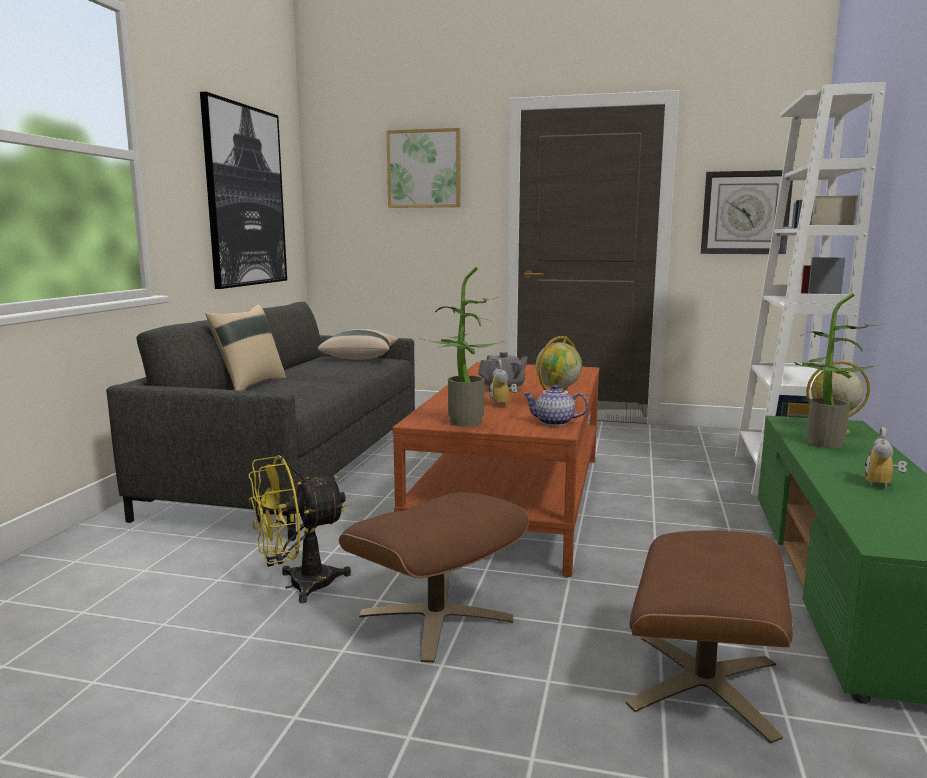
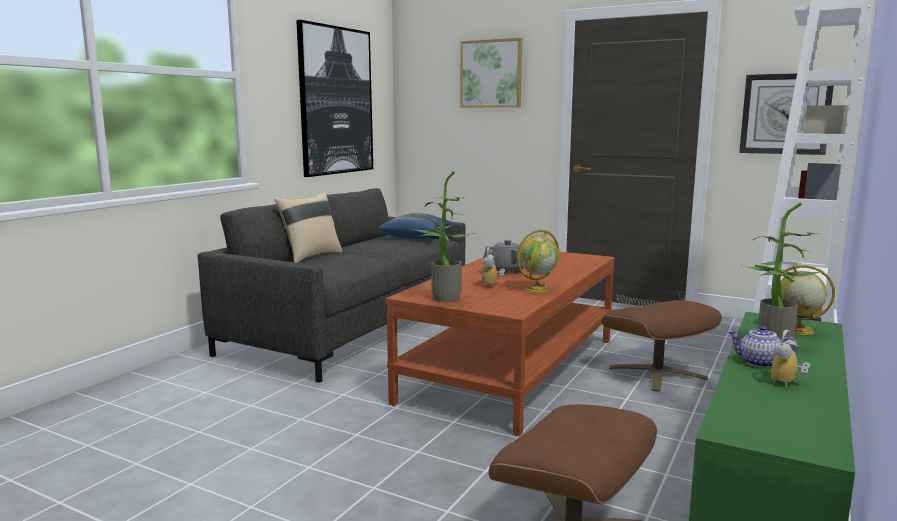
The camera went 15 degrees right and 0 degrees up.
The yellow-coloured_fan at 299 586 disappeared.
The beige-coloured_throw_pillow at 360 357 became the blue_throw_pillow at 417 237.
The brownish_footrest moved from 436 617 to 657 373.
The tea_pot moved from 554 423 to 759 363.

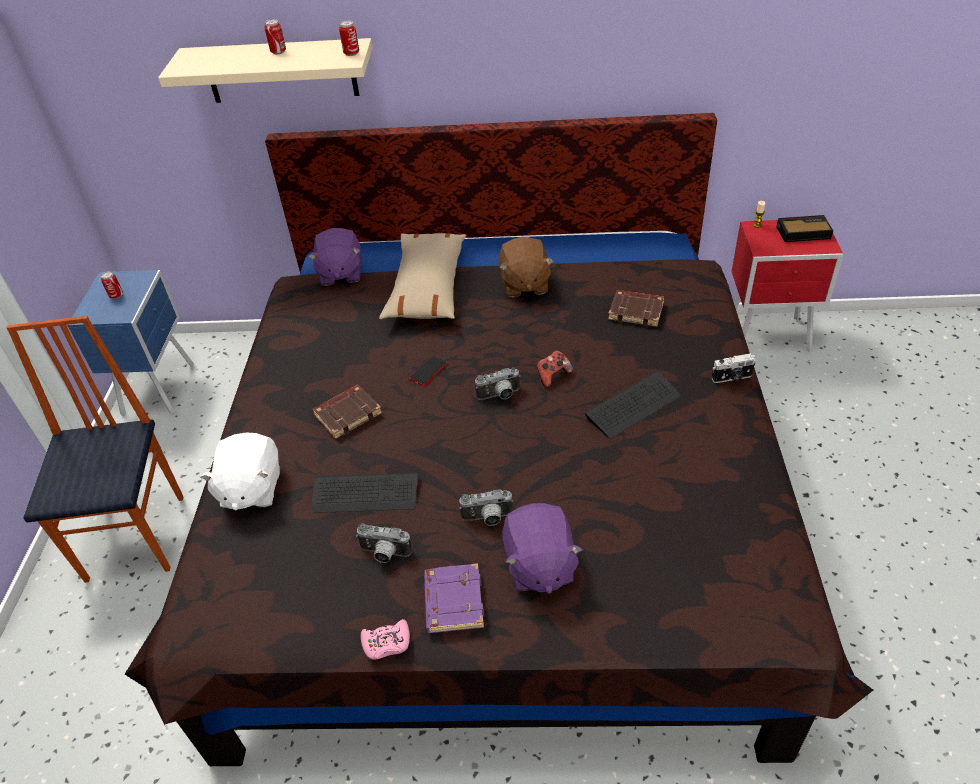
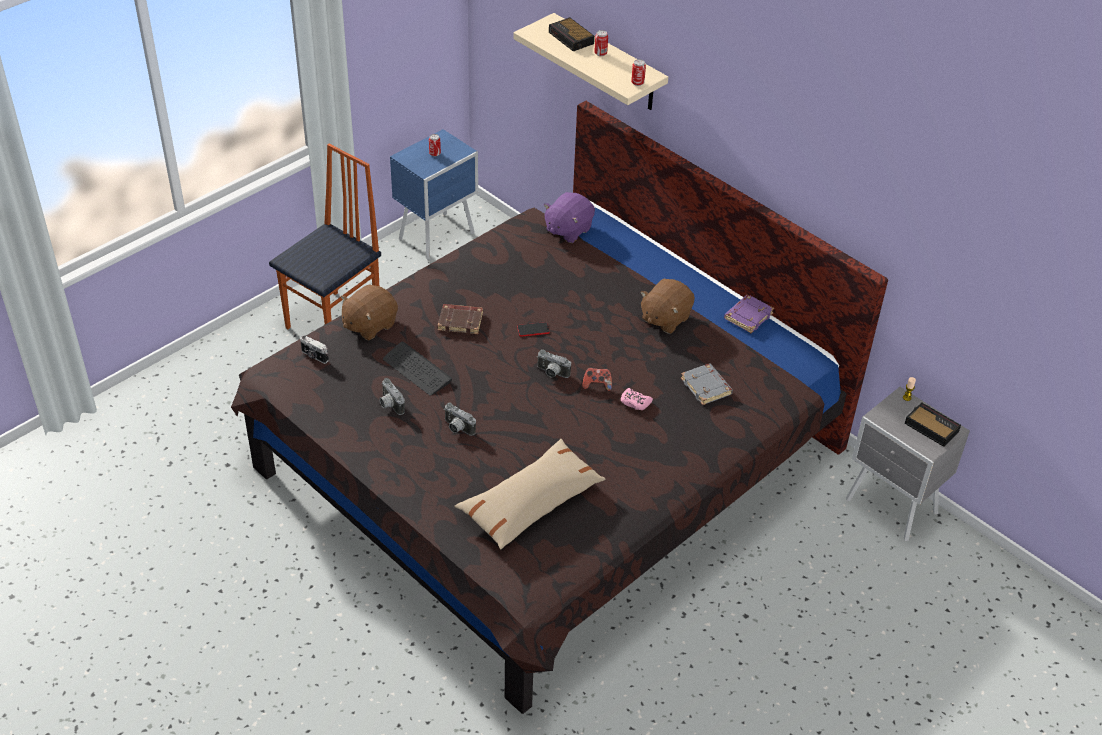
The camera went 40 degrees right and 0 degrees up.
The white_plush_toy at 251 489 became the brownish_plush_toy at 369 325.
The pink_joypad moved from 387 643 to 635 402.
The beige-coloured_throw_pillow moved from 427 287 to 531 503.
The purple_volume moved from 452 601 to 748 316.
The purple_plush_toy at 539 565 disappeared.
The keyboard at 633 406 disappeared.
The brownish_volume at 637 311 became the gray_volume at 707 387.
The still_camera moved from 732 378 to 314 356.
The red_night_table at 769 336 became the gray_night_table at 892 508.
The bedside_clock at 572 38 appeared.

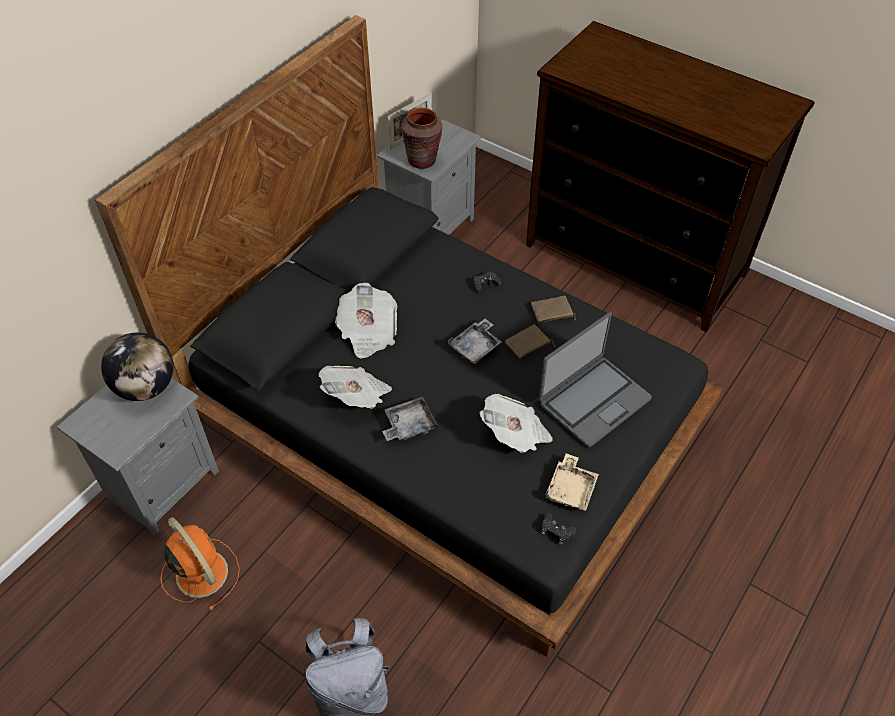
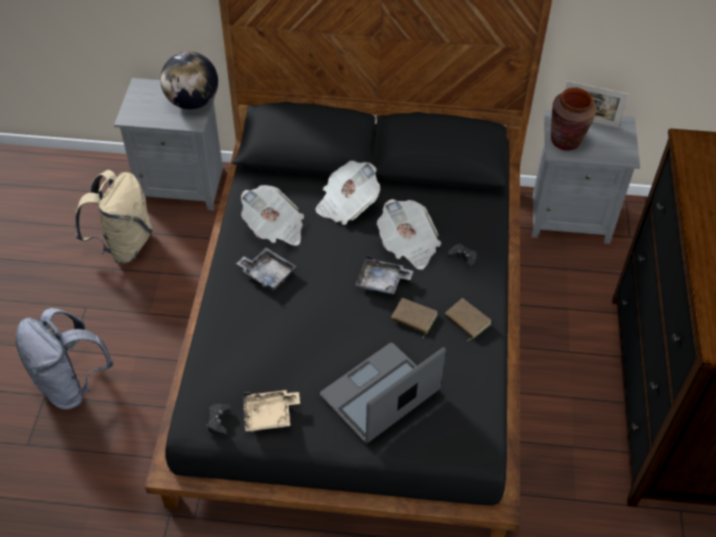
The camera went 60 degrees right and 0 degrees up.
The orange-coloured_fan at 200 572 was replaced by the beige-coloured_backpack at 124 245.
The newspaper moved from 515 435 to 408 245.
The portable_computer at 593 401 turned 120 degrees clockwise.

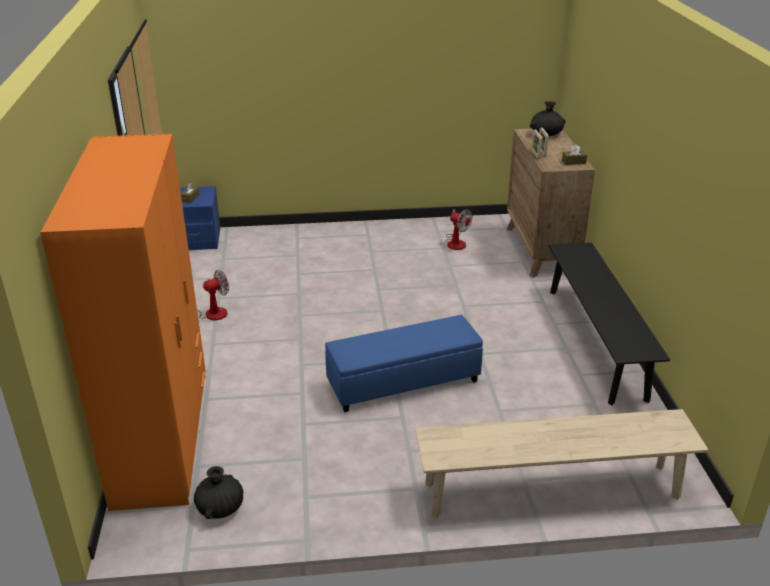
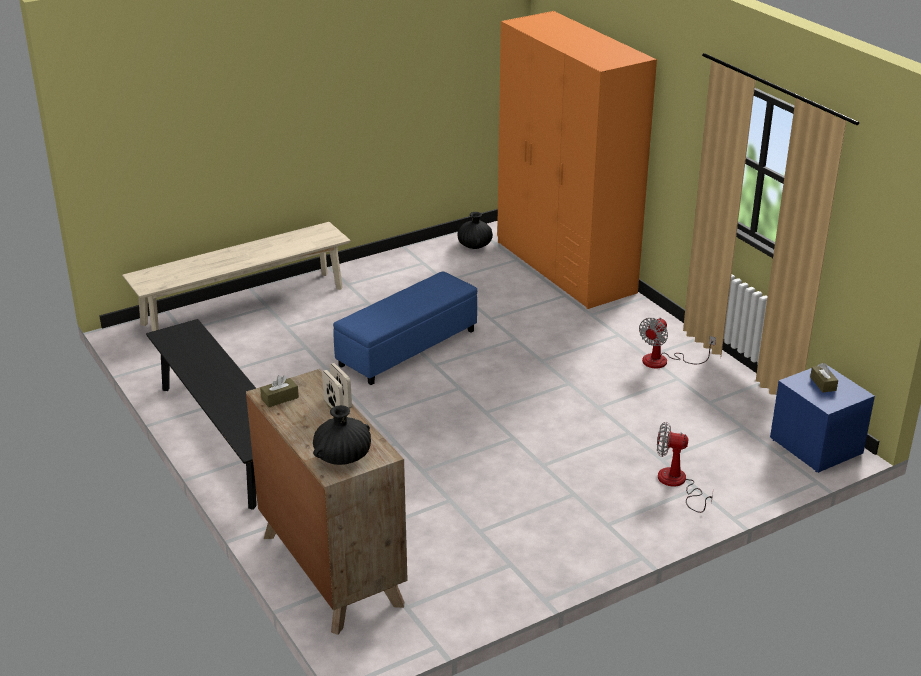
The camera went 155 degrees right and 0 degrees up.
The fan moved from 456 242 to 677 484.

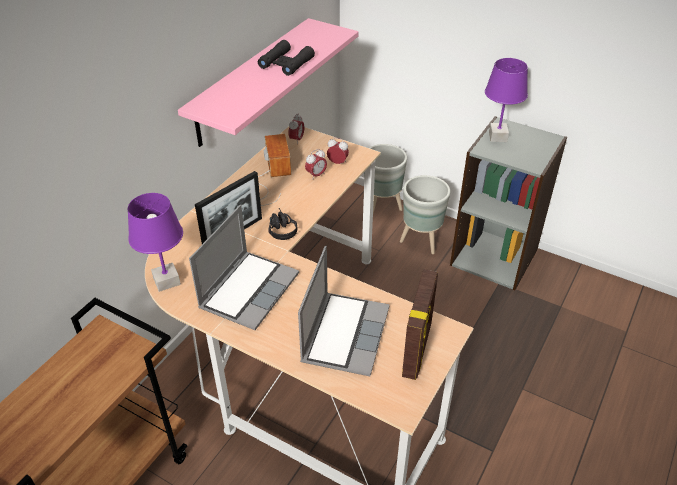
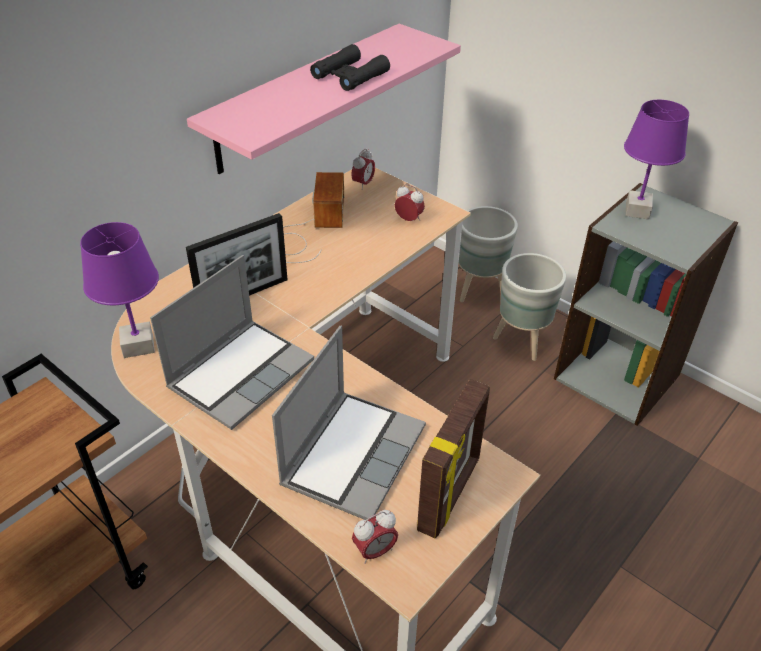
The camera went 10 degrees right and 0 degrees up.
The blackish_headset at 280 228 disappeared.
The bedside_clock moved from 316 175 to 375 551.

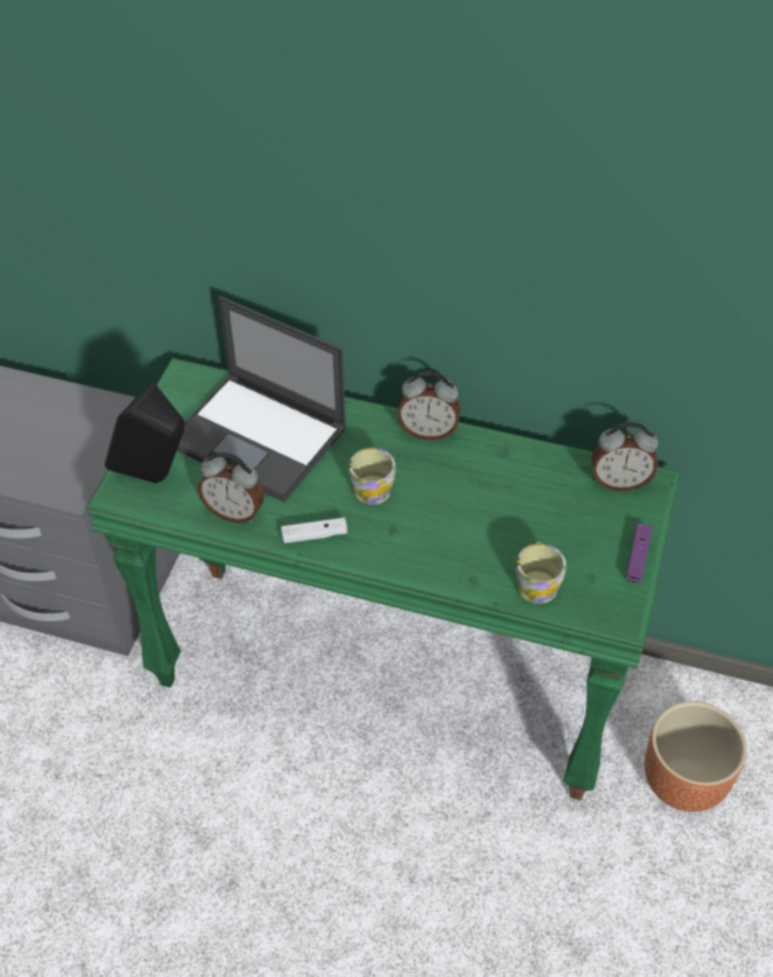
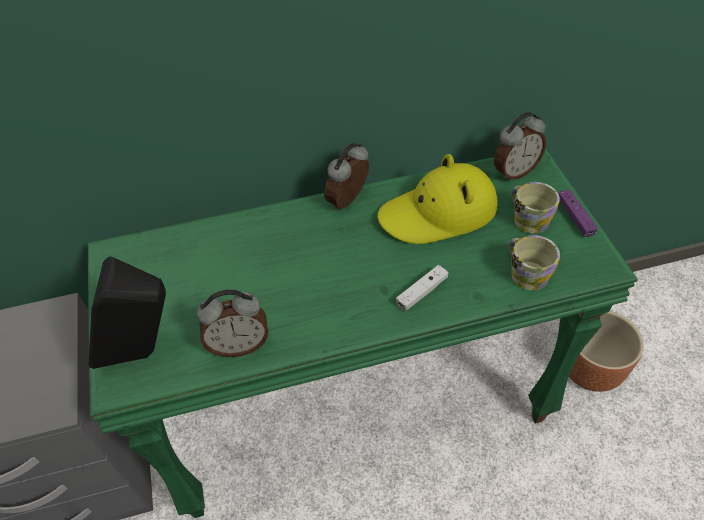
The camera went 30 degrees left and 0 degrees up.
The portable_computer at 260 437 disappeared.
The white_joypad moved from 314 535 to 421 292.
The coffee_mug moved from 372 485 to 527 218.
The bedside_clock at 428 431 turned 150 degrees clockwise.
The yellow-coloured_wearable_hat at 438 213 appeared.

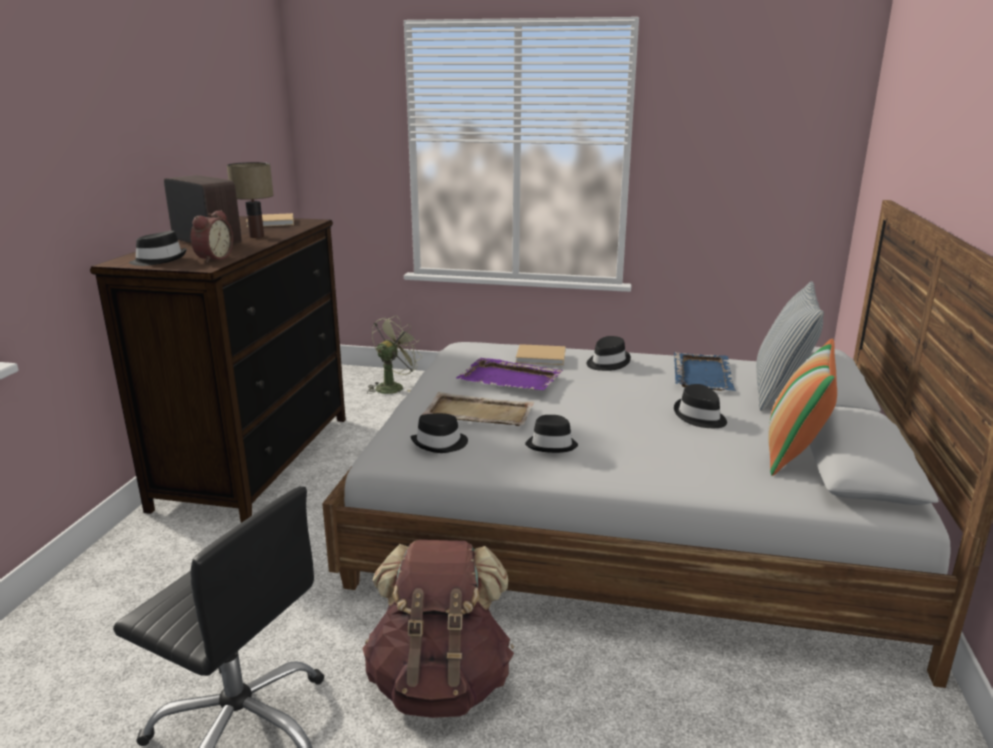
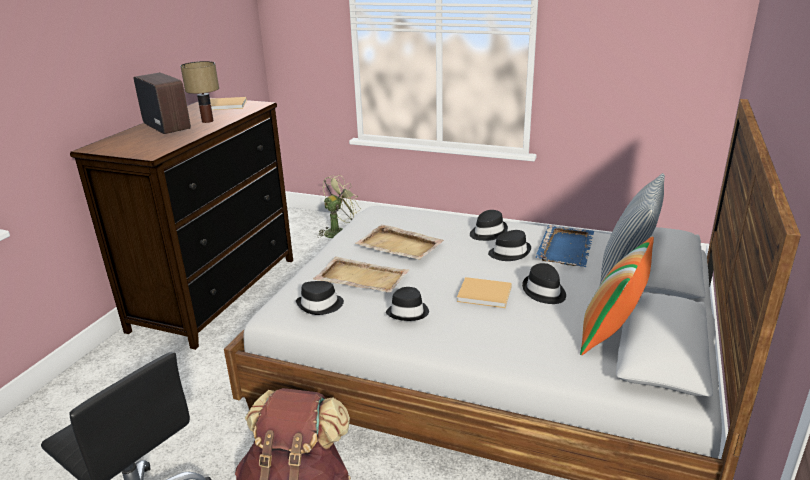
The camera went 10 degrees right and 5 degrees up.
The blackish_wearable_hat moved from 159 260 to 509 253.
The bedside_clock at 212 258 disappeared.
The purple_tray at 510 378 became the beige-coloured_tray at 400 245.
The beige-coloured_volume moved from 542 357 to 486 294.

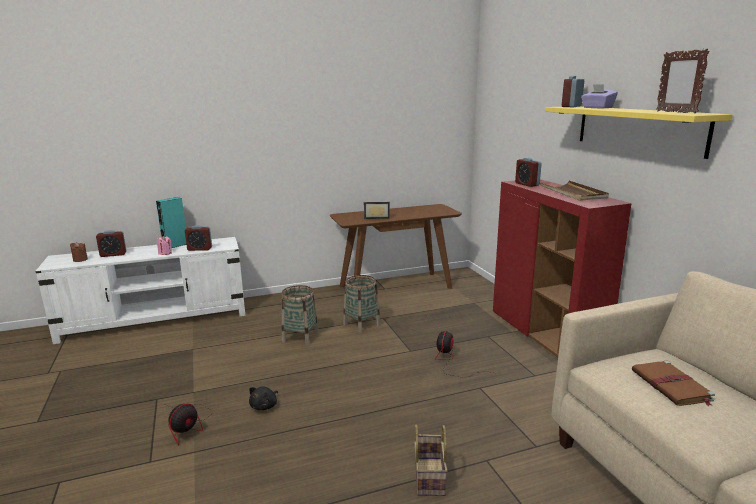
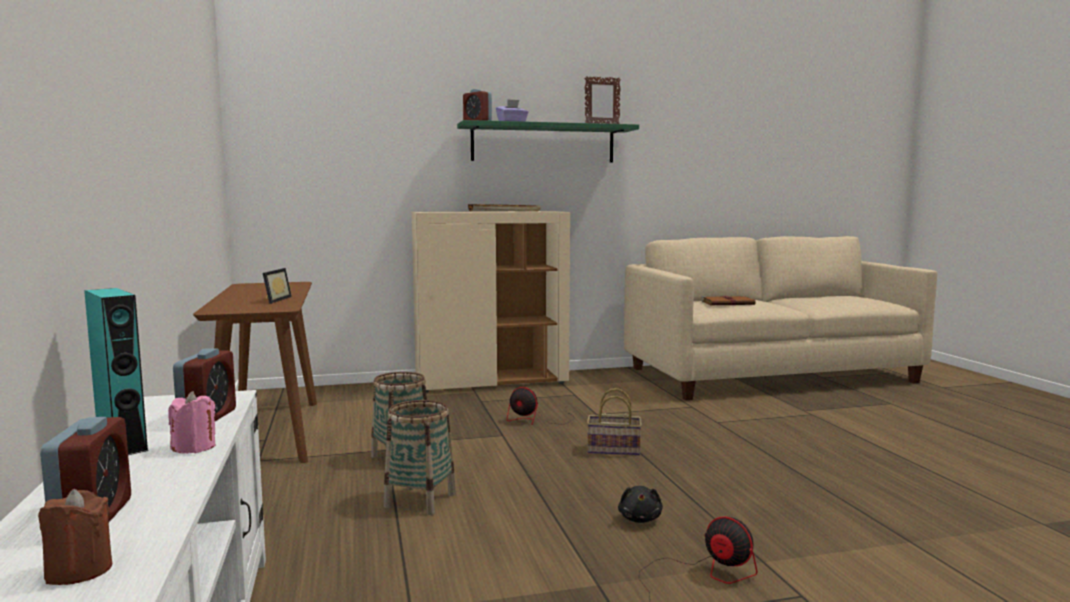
The camera went 85 degrees left and 10 degrees down.
The blackish_plush_toy at 265 406 turned 60 degrees clockwise.
The household_basket moved from 428 475 to 612 450.
The red_storage_cabinet at 546 335 became the beige-coloured_storage_cabinet at 492 382.
The bedside_clock at 527 184 disappeared.
The yellow-coloured_wall_shelf at 638 129 became the green_wall_shelf at 543 143.

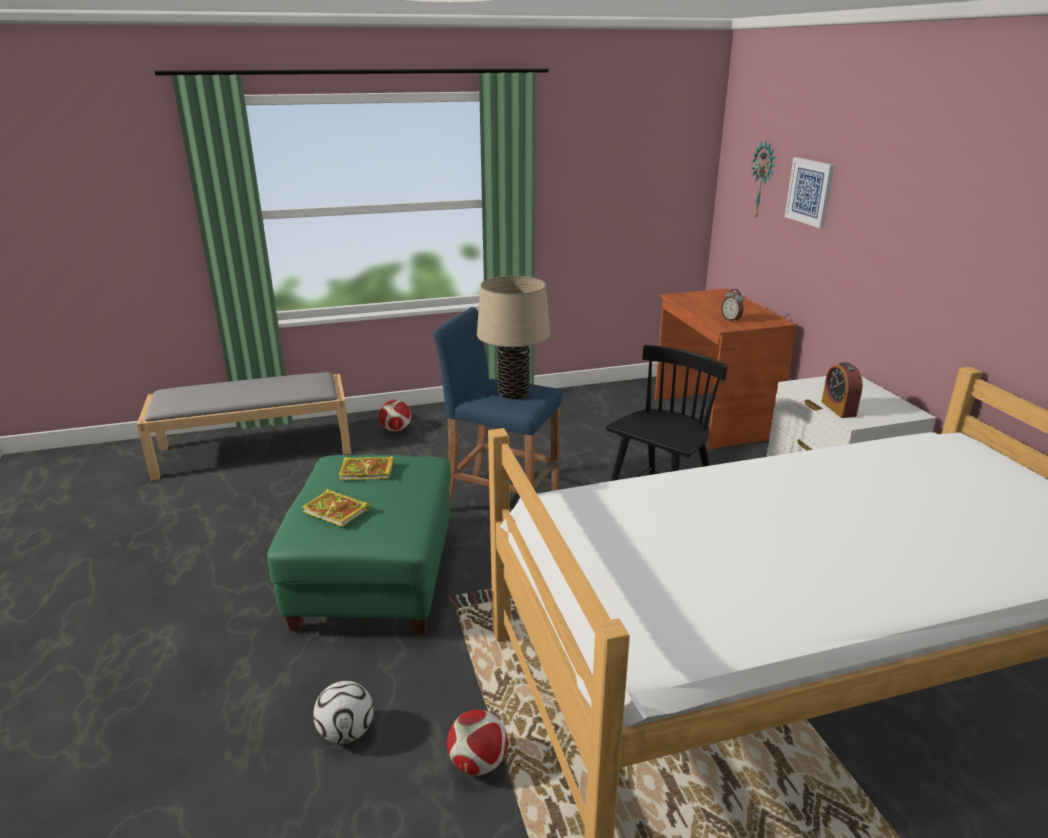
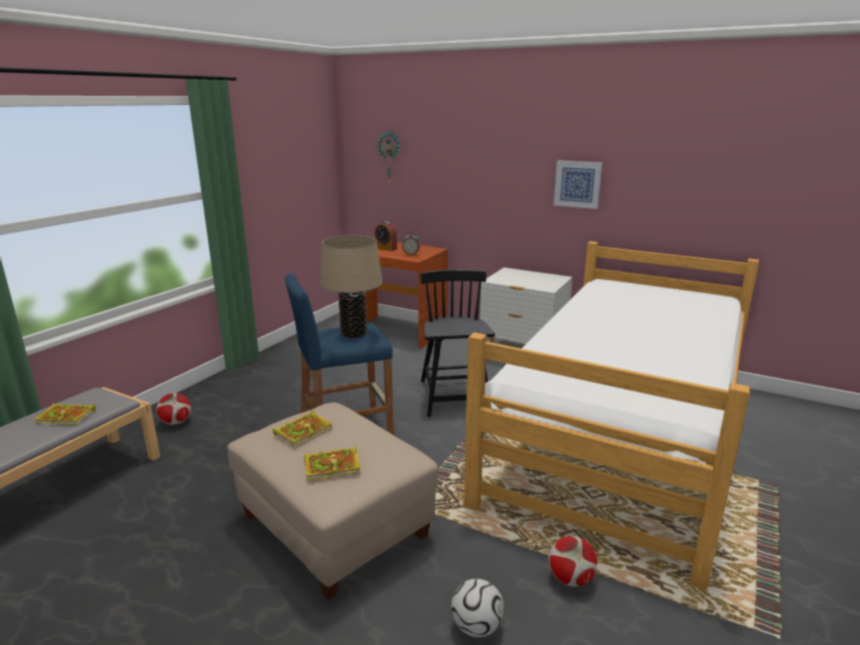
The camera went 45 degrees left and 5 degrees down.
The green_footrest at 374 579 became the beige-coloured_footrest at 334 527.
The wall_art moved from 810 192 to 577 184.
The bedside_clock moved from 838 409 to 386 248.
The volume at 67 416 appeared.

